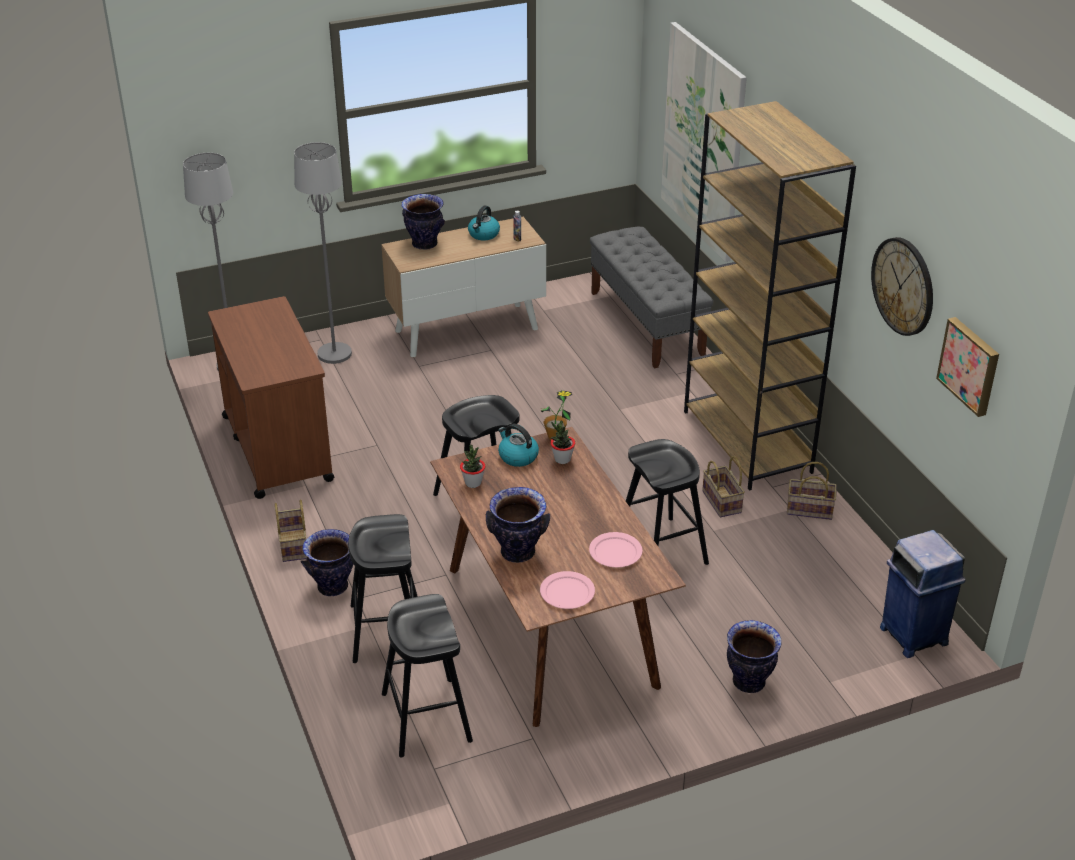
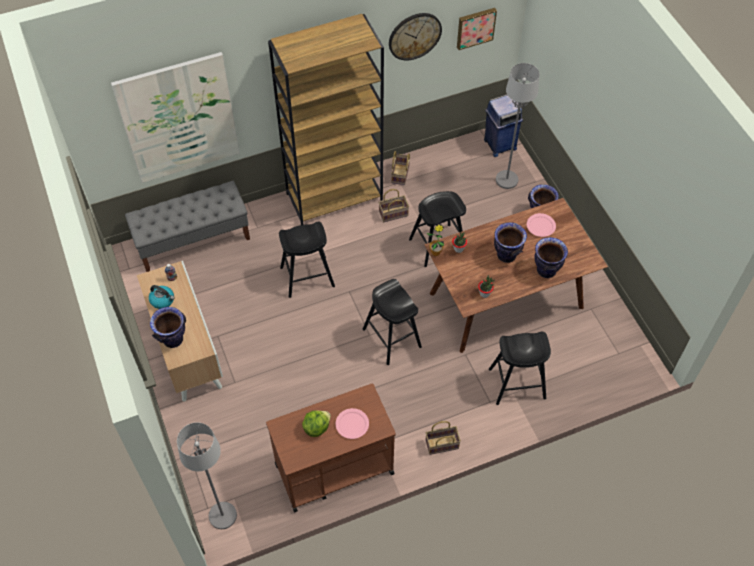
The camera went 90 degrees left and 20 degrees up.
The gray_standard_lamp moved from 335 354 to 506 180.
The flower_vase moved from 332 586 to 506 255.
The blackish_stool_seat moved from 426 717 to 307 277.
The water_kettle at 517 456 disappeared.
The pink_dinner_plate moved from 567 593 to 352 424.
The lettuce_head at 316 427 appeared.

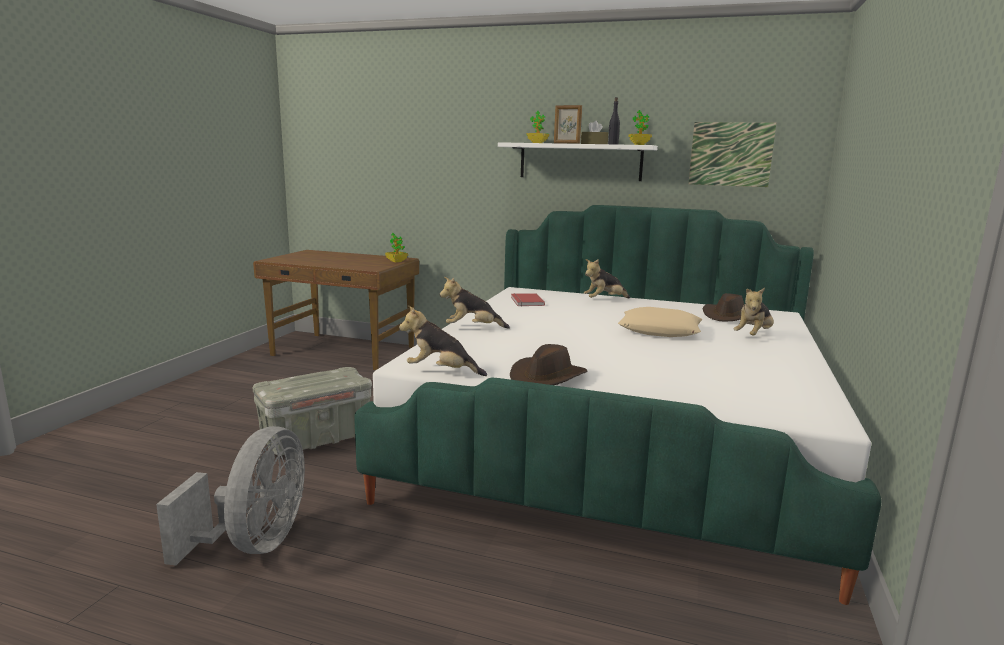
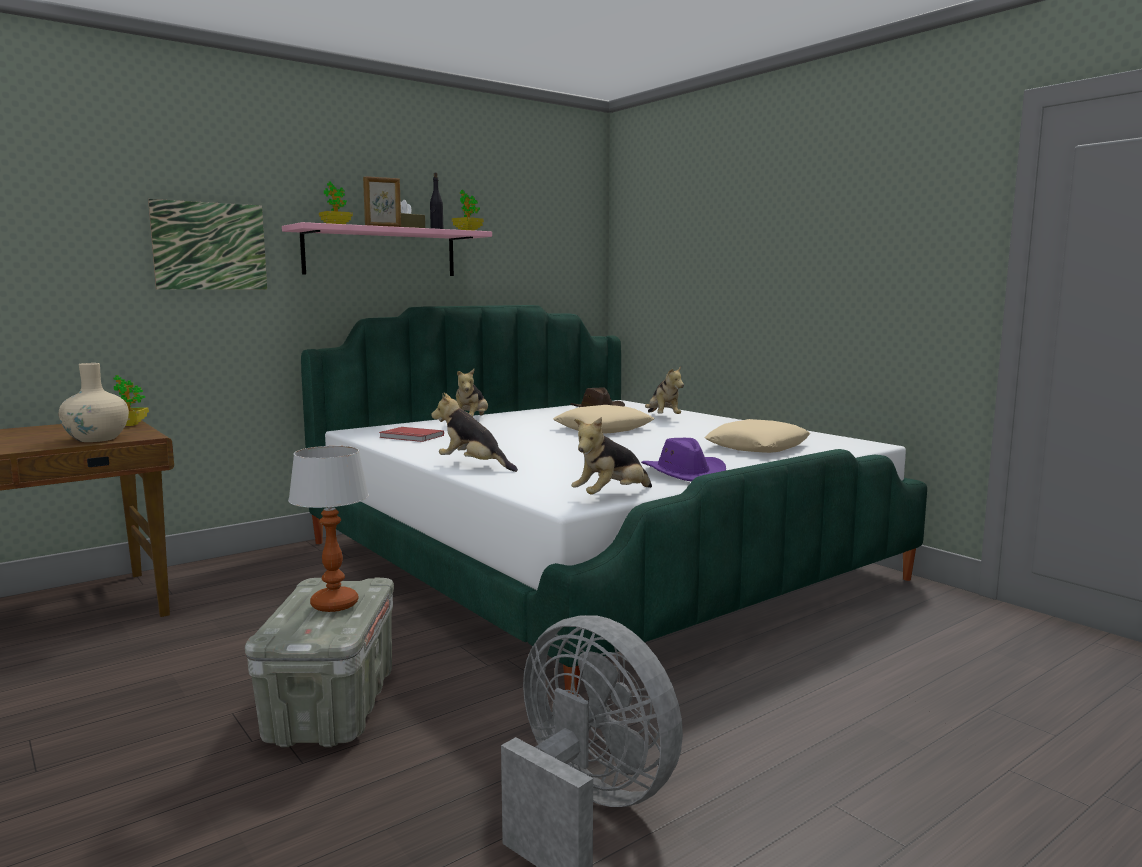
The camera went 55 degrees left and 5 degrees down.
The plush_toy at 472 328 turned 90 degrees clockwise.
The white_wall_shelf at 580 162 became the pink_wall_shelf at 381 252.
The brownish_wearable_hat at 547 377 became the purple_wearable_hat at 684 473.
The wall_art moved from 731 154 to 210 246.
The beige-coloured_flower_vase at 97 439 appeared.
The tabletop_lamp at 334 604 appeared.
The beige-coloured_throw_pillow at 757 446 appeared.

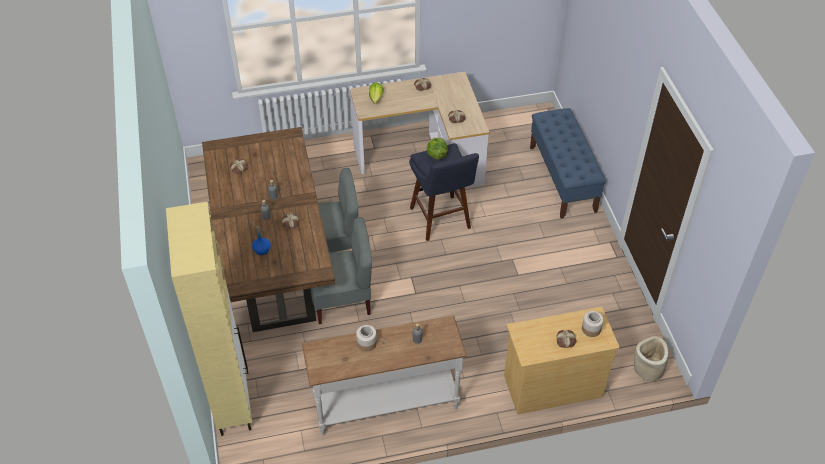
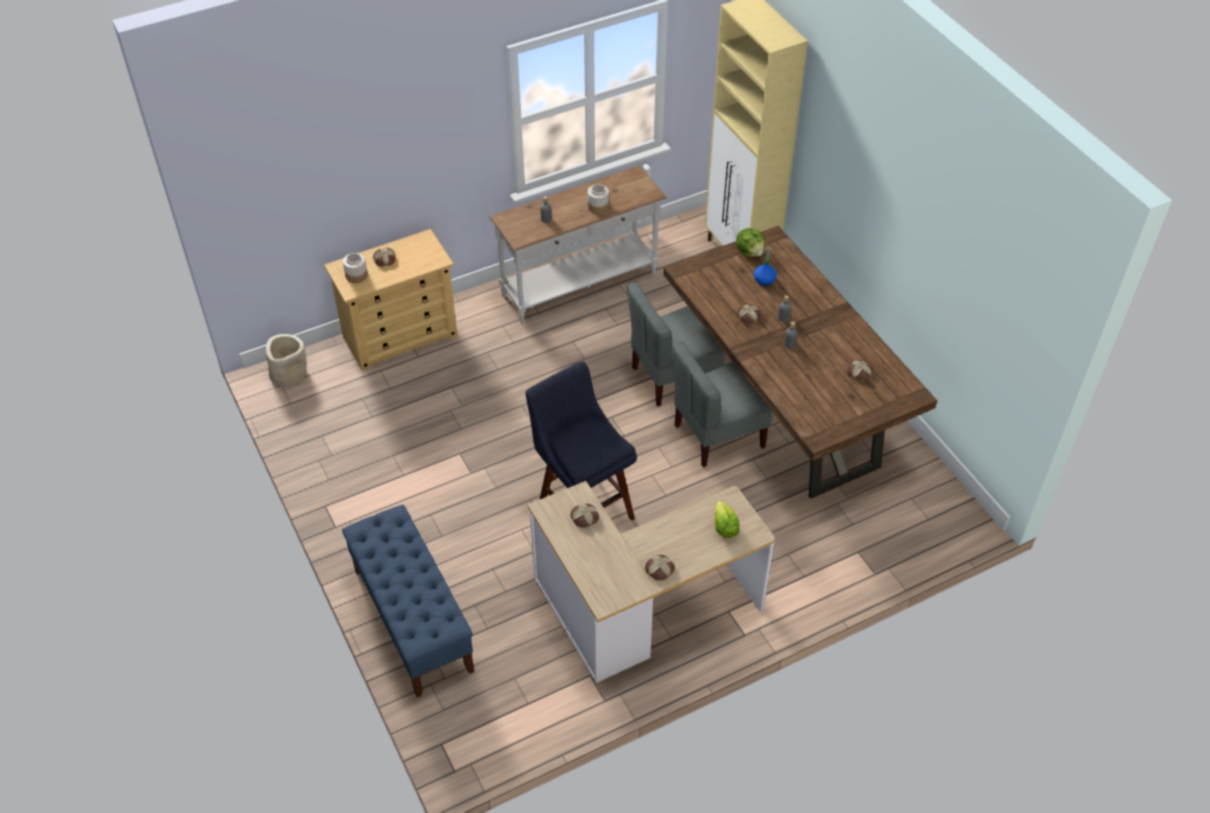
The camera went 165 degrees right and 0 degrees up.
The lettuce_head moved from 436 155 to 750 252.

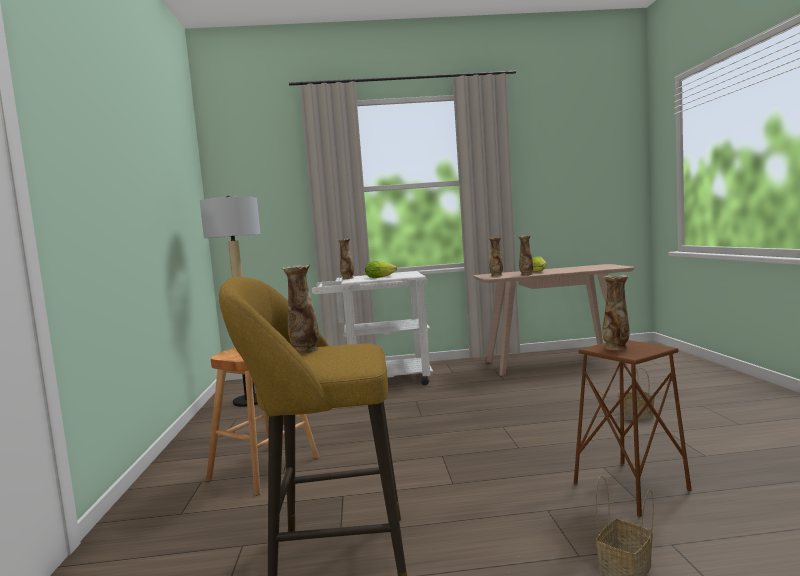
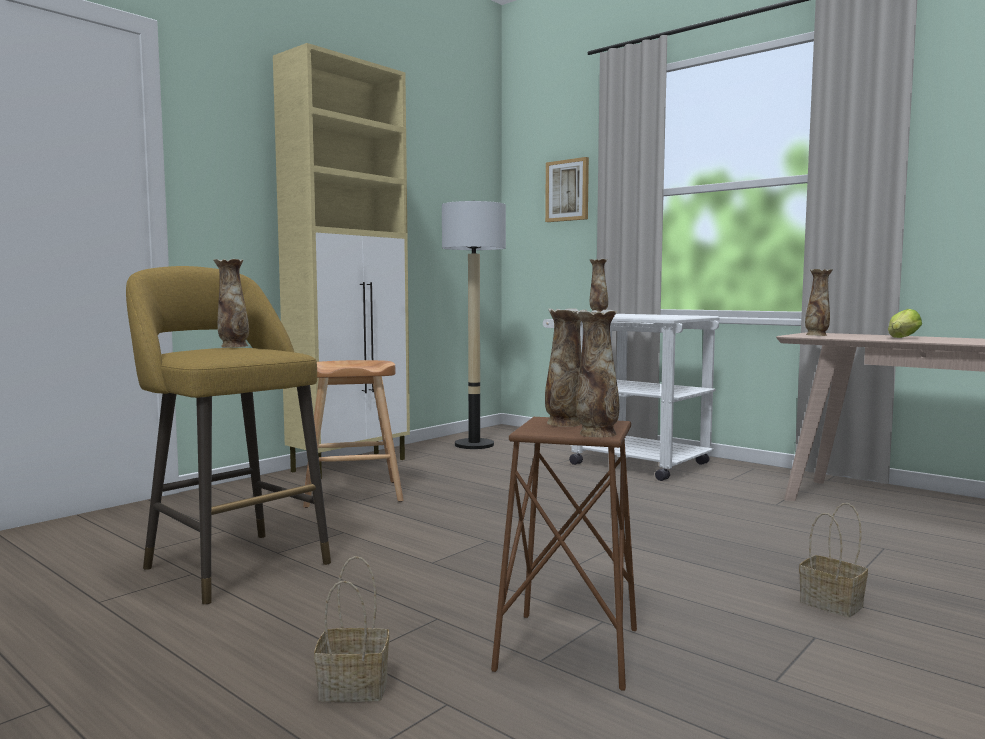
The camera went 45 degrees right and 0 degrees up.
The lettuce_head at 382 277 disappeared.
The flower_vase moved from 526 275 to 596 434.
The beige-coloured_storage_cabinet at 351 465 appeared.
The wall_art at 567 190 appeared.

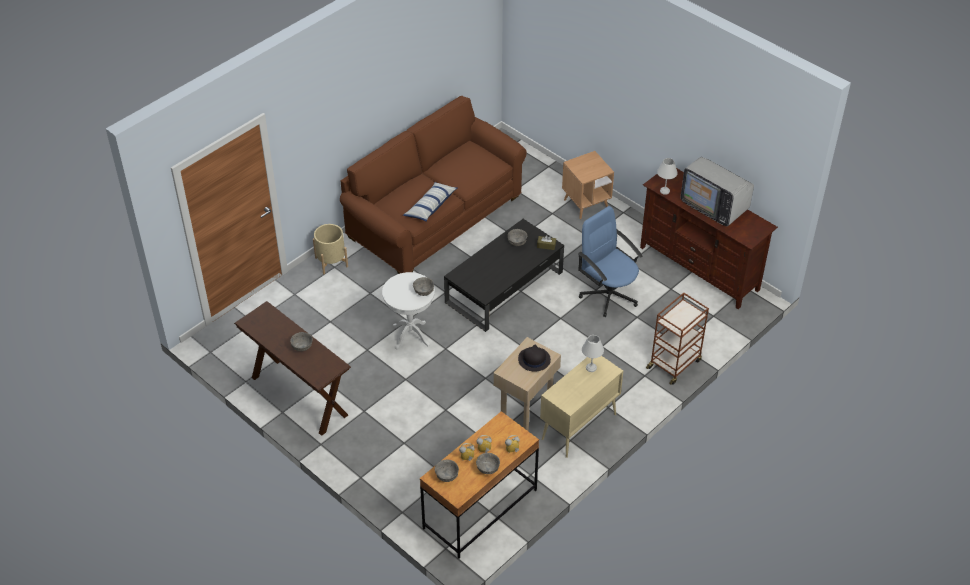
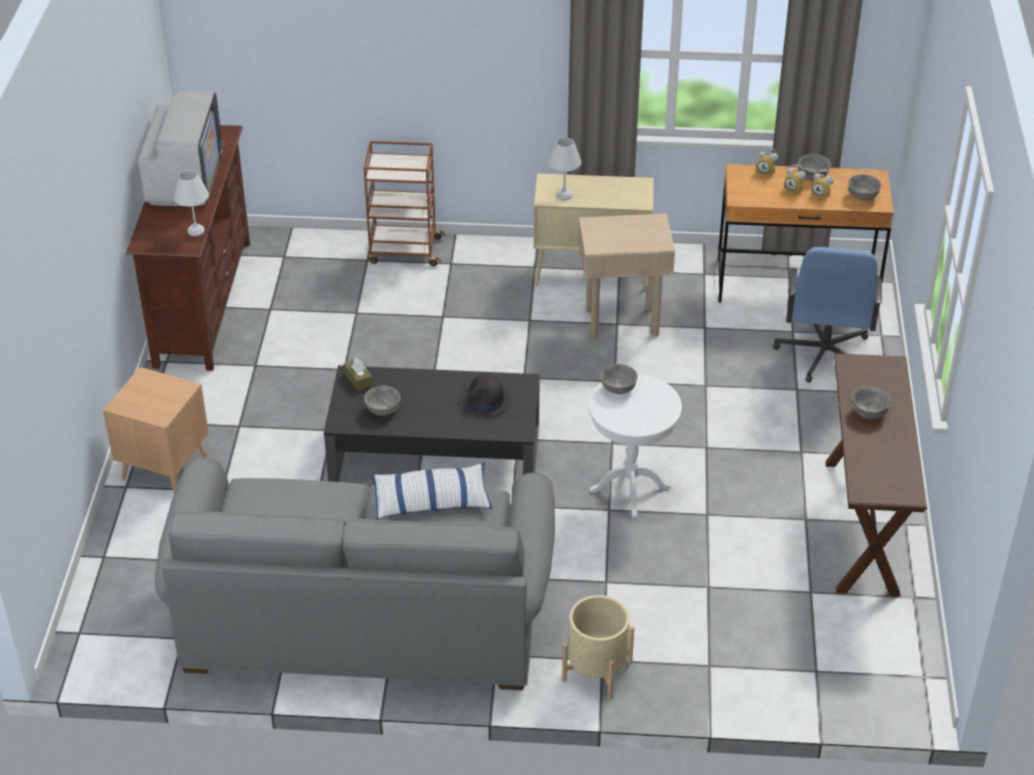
The camera went 130 degrees left and 5 degrees down.
The brownish_settee at 435 216 became the gray_settee at 363 616.
The blackish_wearable_hat moved from 534 359 to 485 401.
The blue_office_chair moved from 608 294 to 823 354.

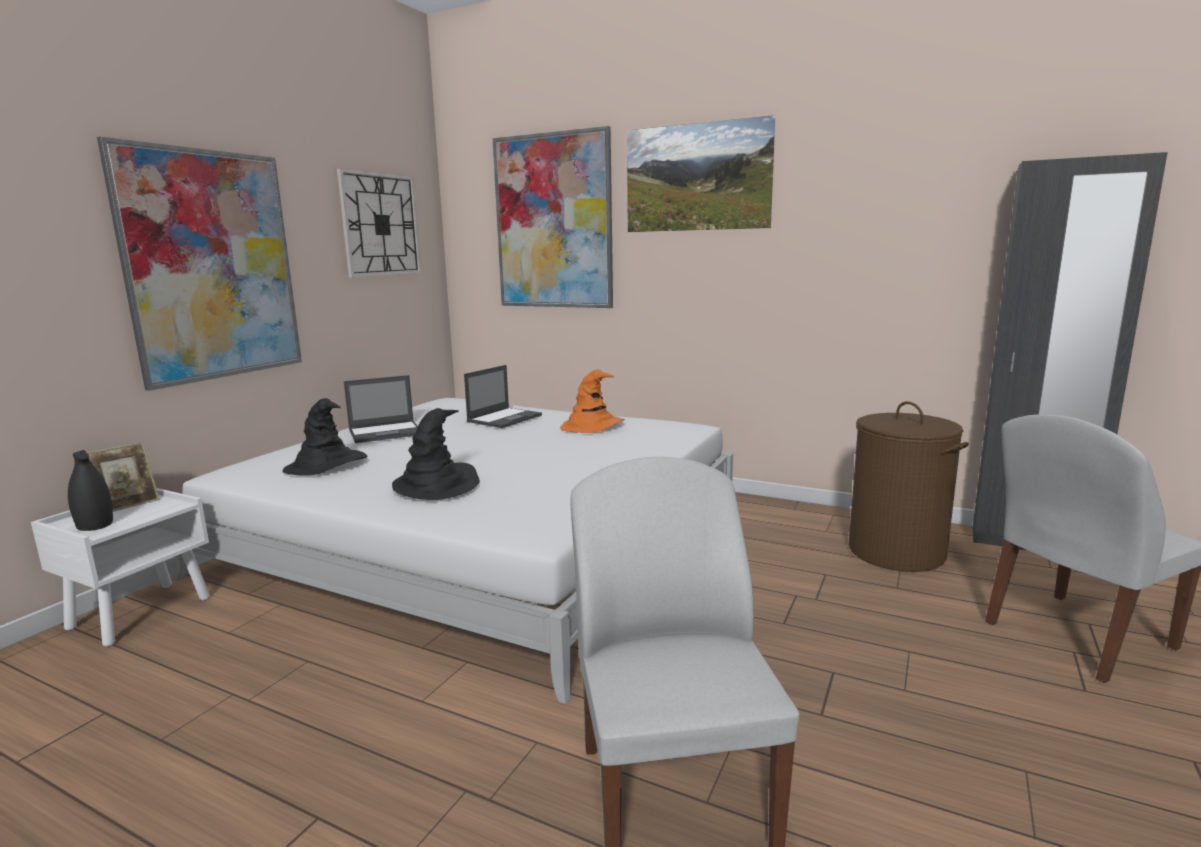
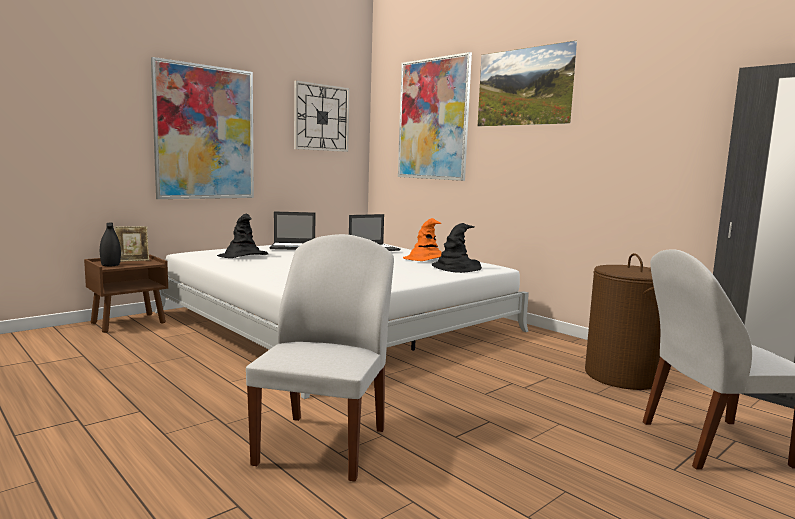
The camera went 20 degrees right and 5 degrees down.
The white_night_table at 141 612 became the brownish_night_table at 129 323.
The blackish_wearable_hat moved from 437 485 to 456 268.

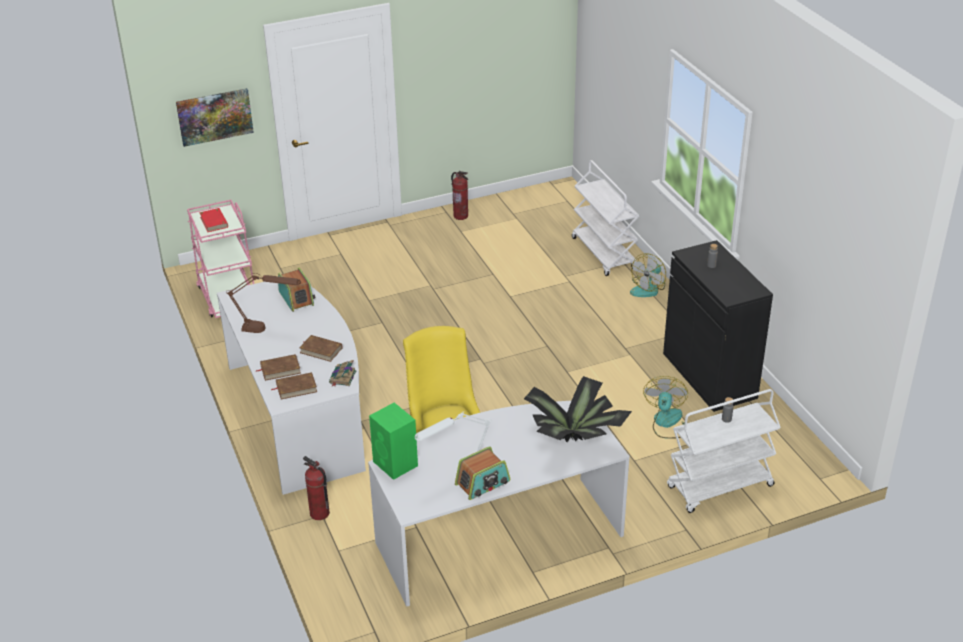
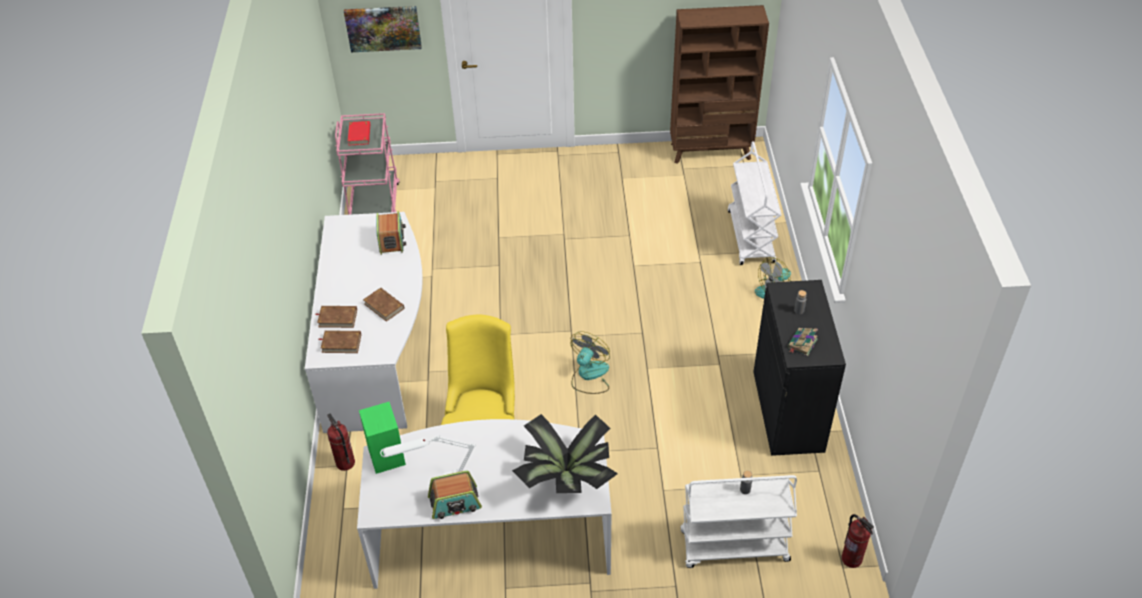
The camera went 20 degrees right and 10 degrees up.
The brownish_tabletop_lamp at 268 329 disappeared.
The volume moved from 342 377 to 802 344.
The fire-fighting_cylinder moved from 461 216 to 852 559.
The fan moved from 667 423 to 589 375.
The brownish_bookcase at 711 151 appeared.

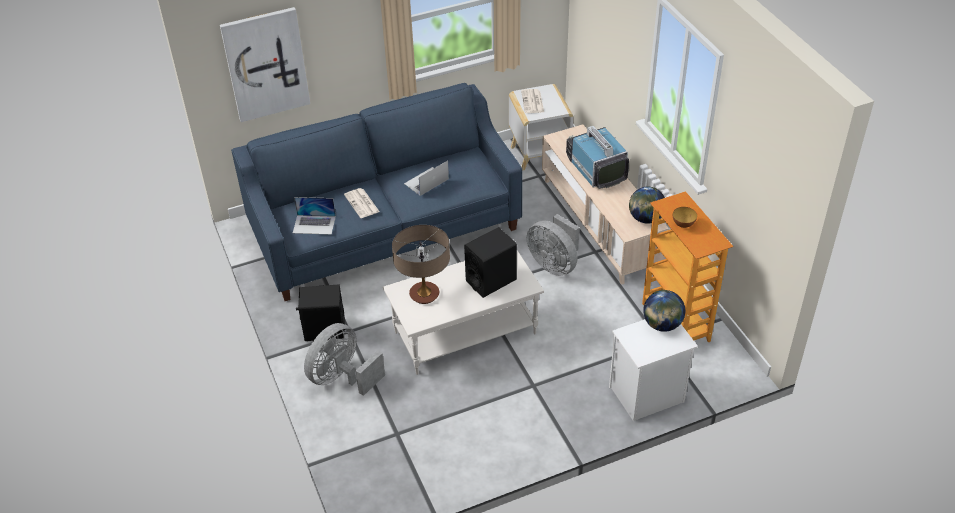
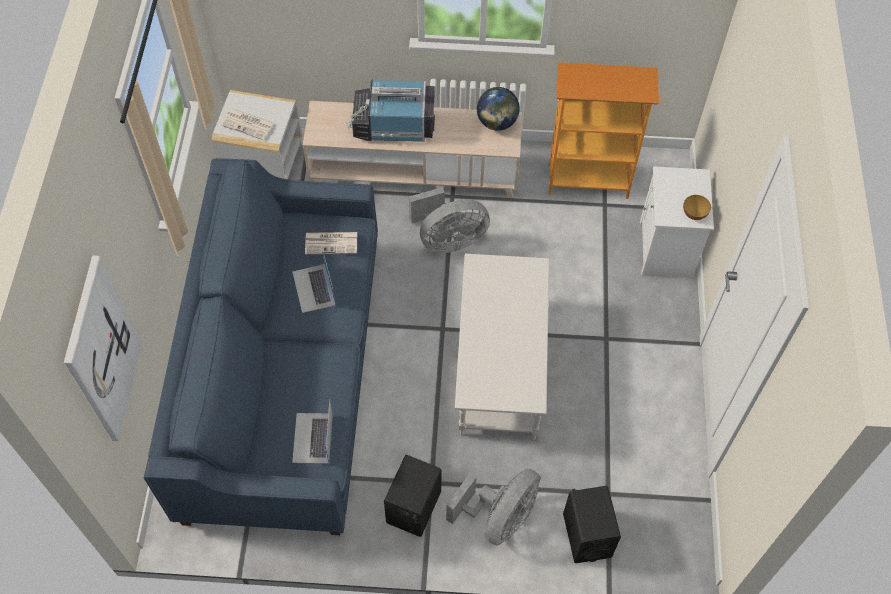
The camera went 65 degrees left and 15 degrees up.
The portable_computer at 314 224 turned 150 degrees clockwise.
The gray_fan at 342 378 turned 120 degrees counterclockwise.
The newspaper moved from 362 203 to 332 243.
The tabletop_lamp at 424 294 disappeared.
The blackish_speaker moved from 491 280 to 586 535.
The desk_globe at 662 325 disappeared.
The deep_dish moved from 683 224 to 694 214.

